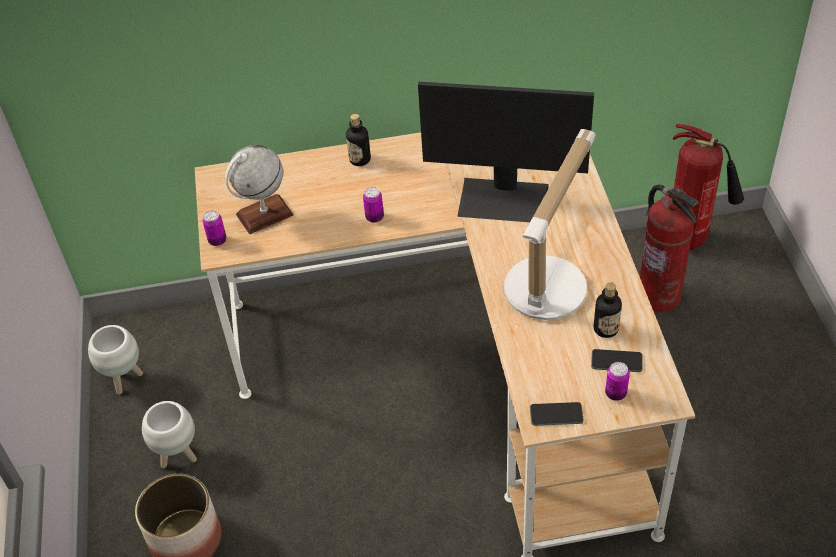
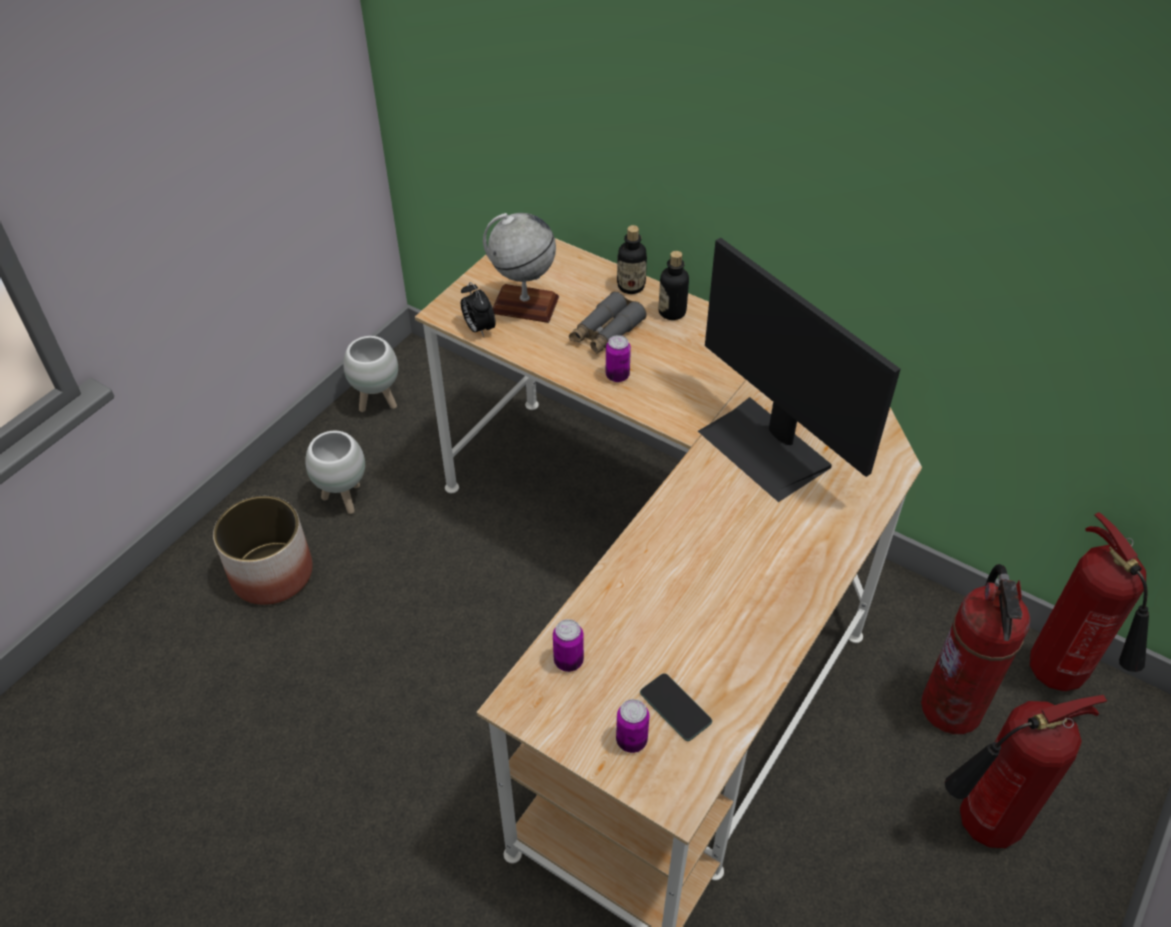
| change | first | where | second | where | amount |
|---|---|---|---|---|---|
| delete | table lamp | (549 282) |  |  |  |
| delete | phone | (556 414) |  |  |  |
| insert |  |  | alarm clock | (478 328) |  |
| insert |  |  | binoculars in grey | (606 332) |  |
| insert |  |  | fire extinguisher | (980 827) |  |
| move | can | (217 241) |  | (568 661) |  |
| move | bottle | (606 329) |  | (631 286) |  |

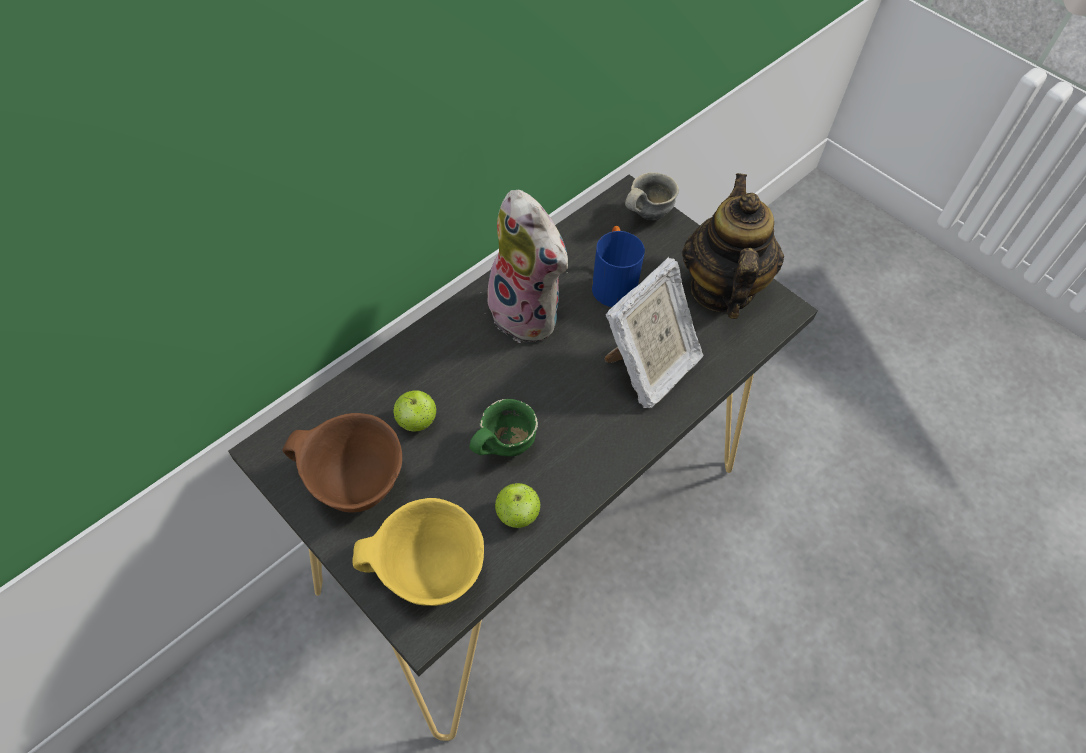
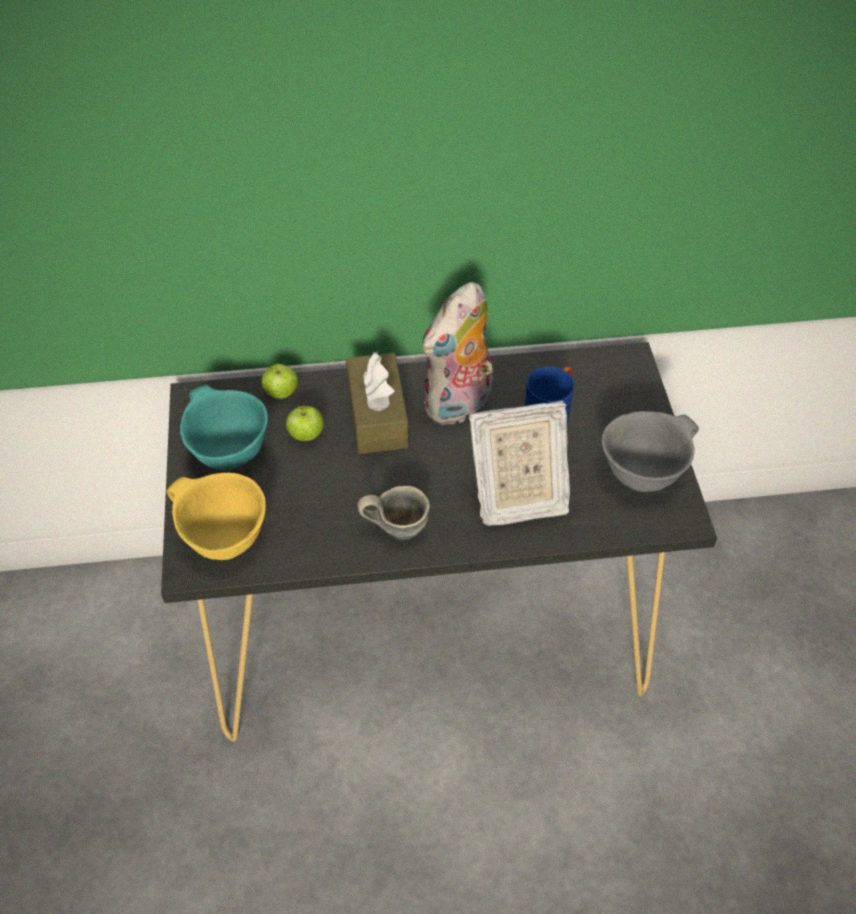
| change | first | where | second | where | amount |
|---|---|---|---|---|---|
| delete | mug in green | (502 445) |  |  |  |
| insert |  |  | tissue box in brown | (377 416) |  |
| move | apple | (517 515) |  | (281 393) |  |
| move | mug in grey | (645 214) |  | (397 527) |  |
| replace | teapot | (721 289) | bowl in grey | (641 473) |  |
| recolor | bowl in brown | (355 485) | bowl in turquoise | (228 452) |  |
| rotate | plush toy | (529 313) |  | (459 405) | 45 degrees clockwise |

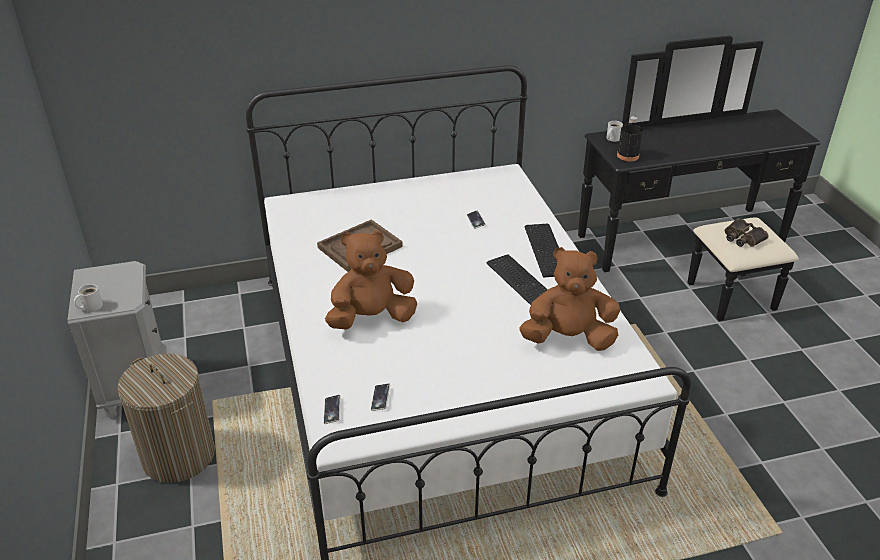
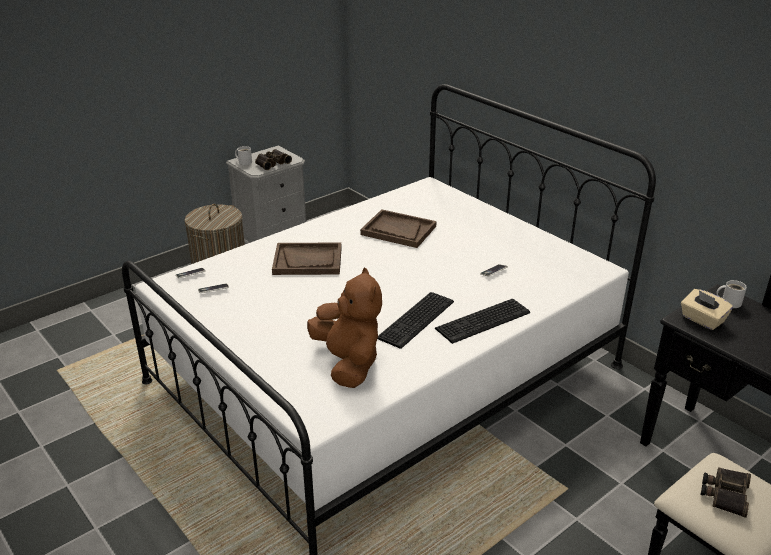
| change | first | where | second | where | amount |
|---|---|---|---|---|---|
| insert |  |  | binoculars | (272 163) |  |
| replace | plush toy in brown | (372 318) | tray in brown | (308 261) |  |
| replace | bottle in black | (627 156) | tissue box in beige | (702 320) |  |

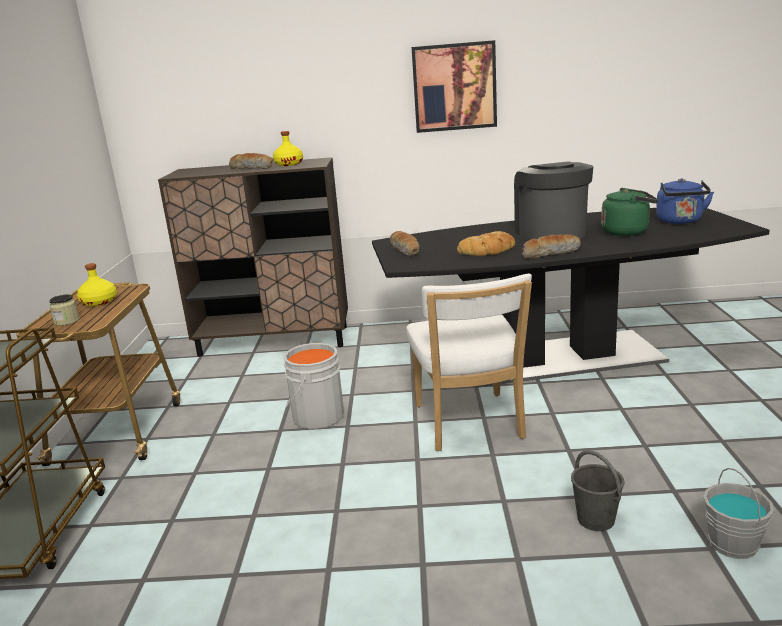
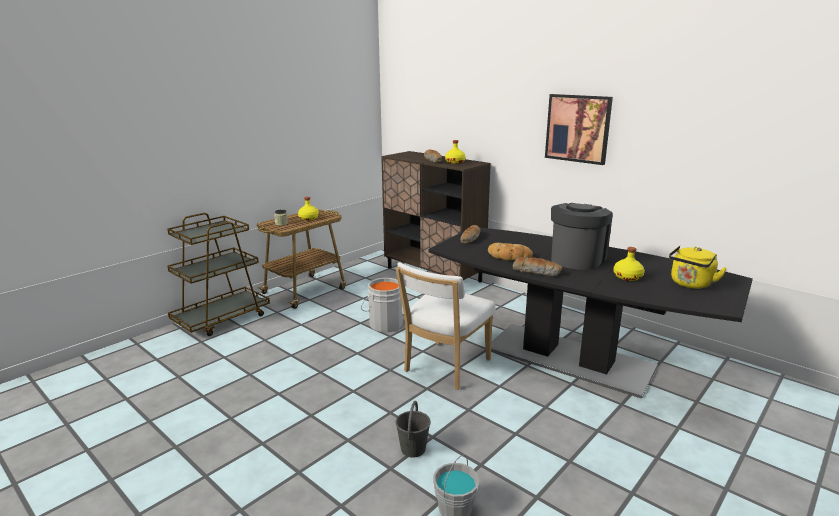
| change | first | where | second | where | amount |
|---|---|---|---|---|---|
| replace | kettle in green | (627 232) | bottle in yellow | (627 277) |  |
| recolor | kettle in blue | (680 221) | kettle in yellow | (690 284) |  |

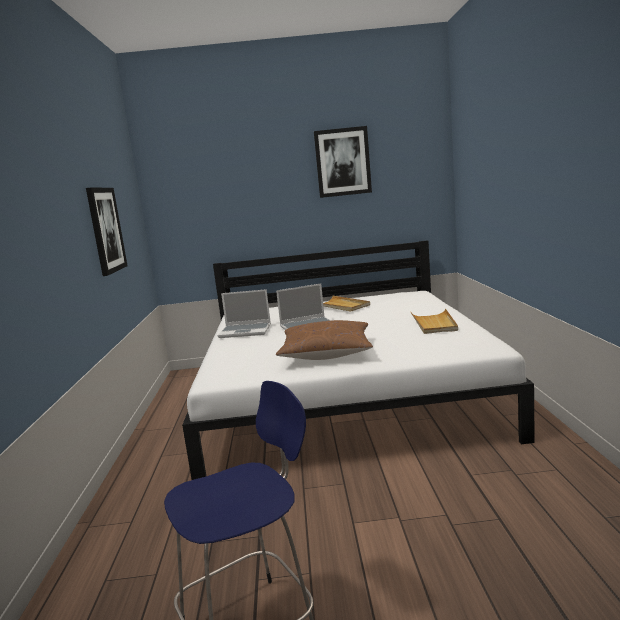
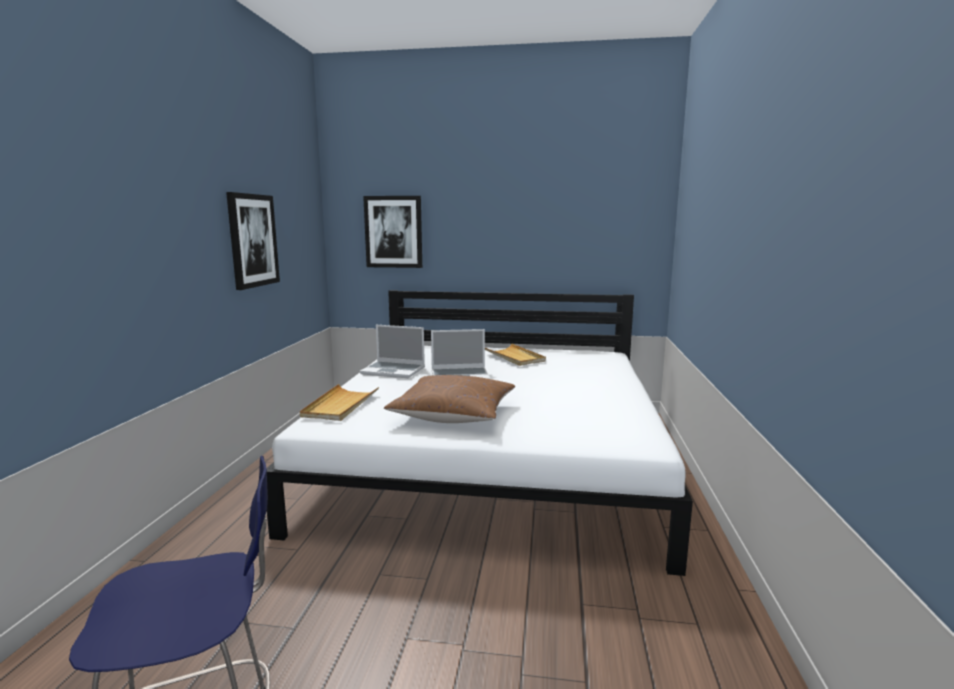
| change | first | where | second | where | amount |
|---|---|---|---|---|---|
| move | picture | (342 162) |  | (393 232) |  |
| move | tray in beige | (434 324) |  | (340 405) |  |

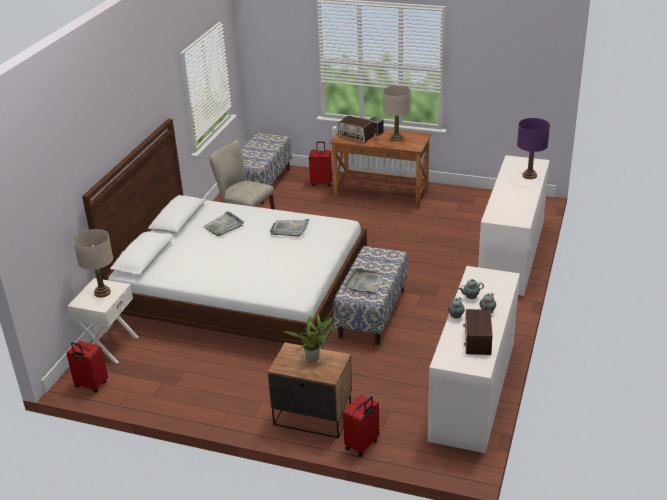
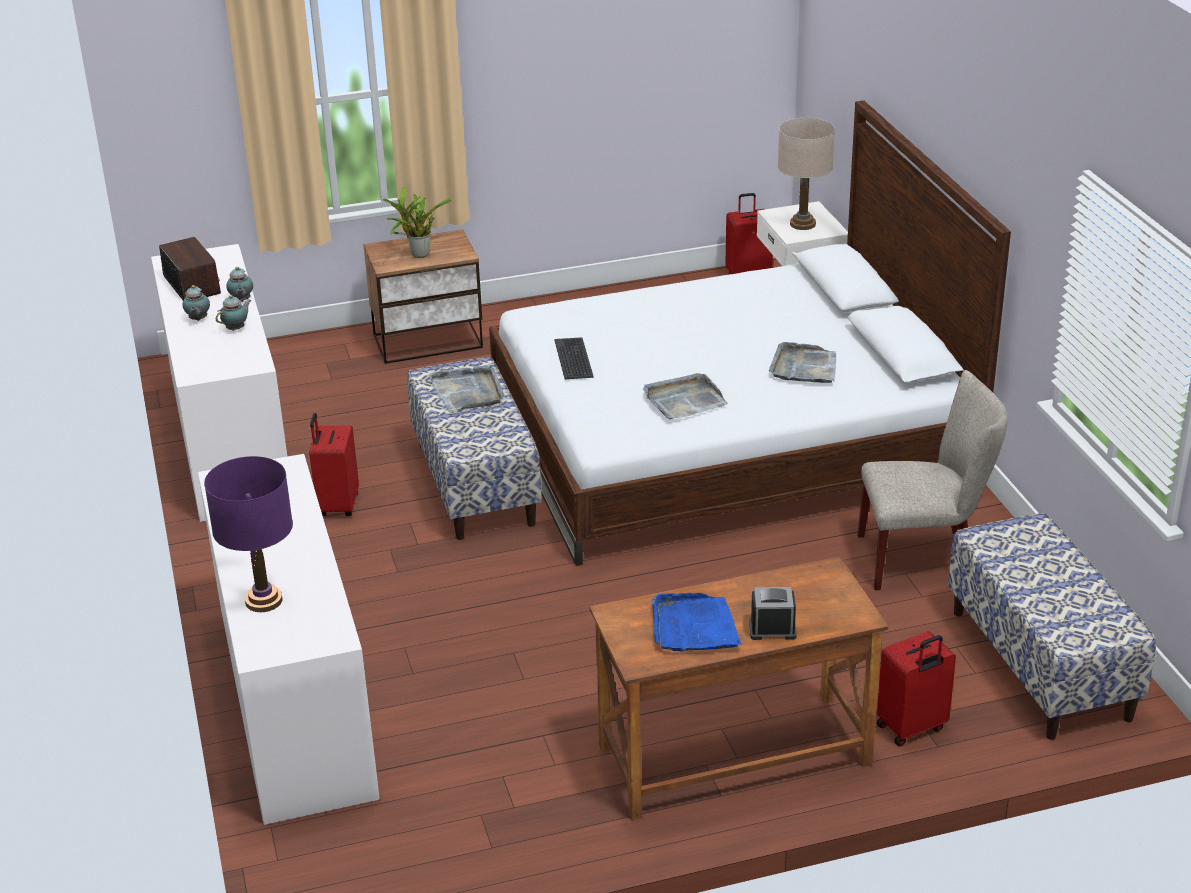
| change | first | where | second | where | amount |
|---|---|---|---|---|---|
| delete | radio | (356 136) |  |  |  |
| insert |  |  | keyboard | (574 359) |  |
| move | suitcase in red | (362 445) |  | (337 505) |  |
| replace | table lamp in beige | (396 138) | tray in blue | (694 627) |  |

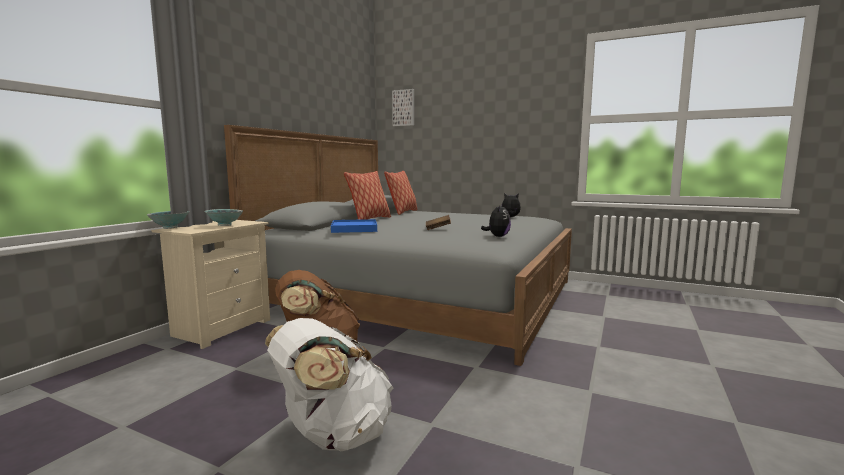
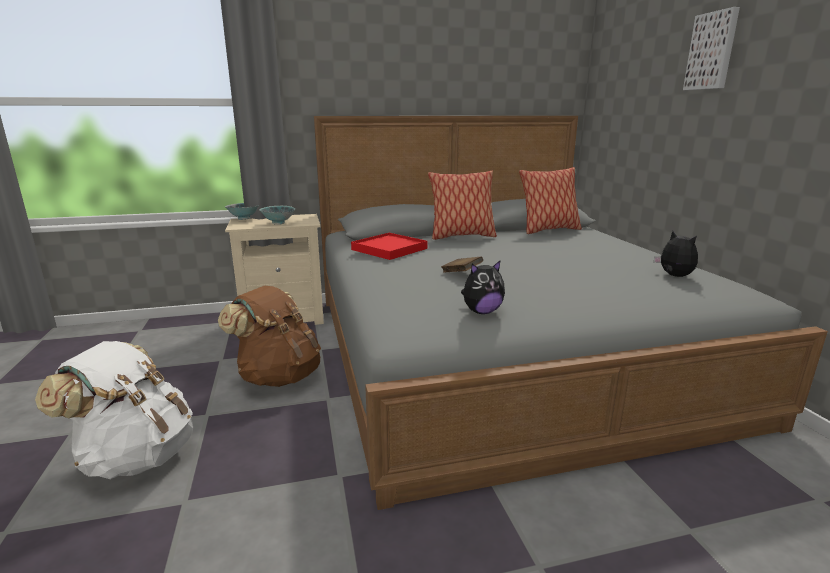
| change | first | where | second | where | amount |
|---|---|---|---|---|---|
| move | picture | (404 108) |  | (712 51) |  |
| recolor | tray in blue | (354 229) | tray in red | (389 249) |  |

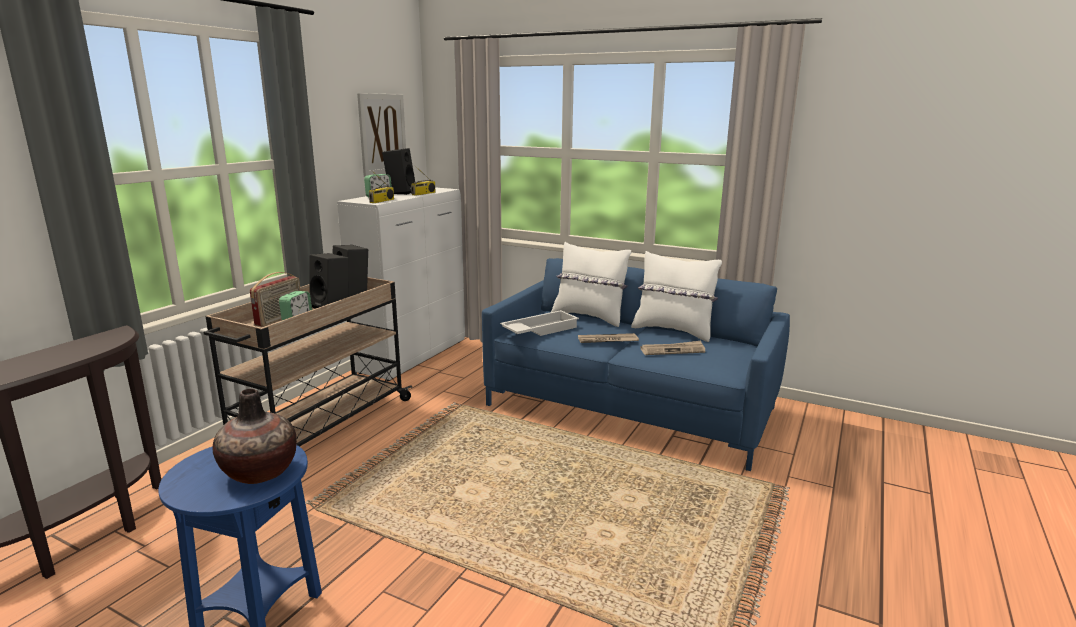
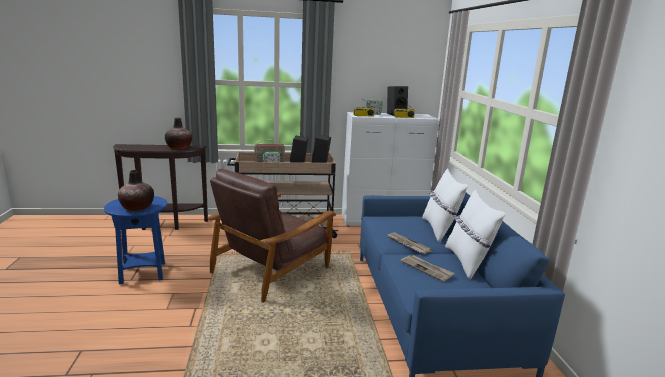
| change | first | where | second | where | amount |
|---|---|---|---|---|---|
| delete | picture | (382 134) |  |  |  |
| delete | tray in white | (540 329) |  |  |  |
| insert |  |  | vase | (179 148) |  |
| insert |  |  | armchair in brown | (272 269) |  |

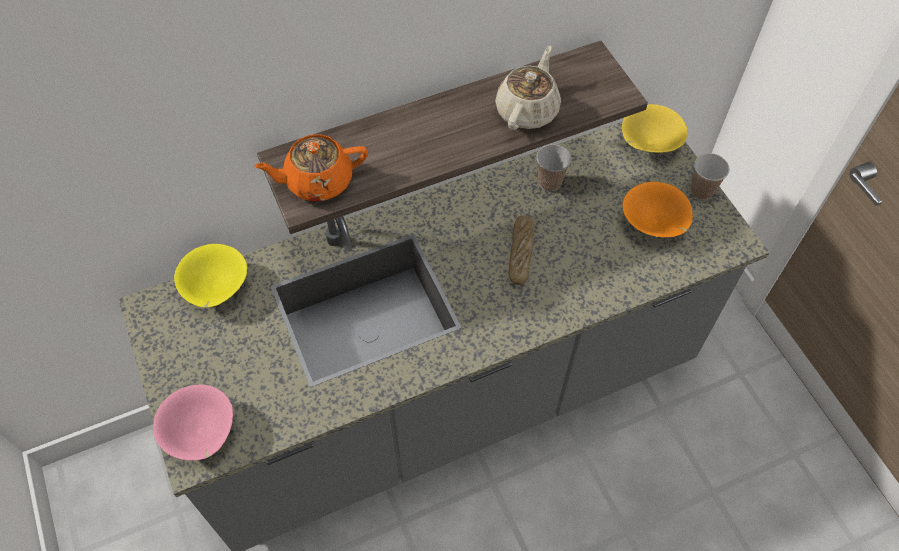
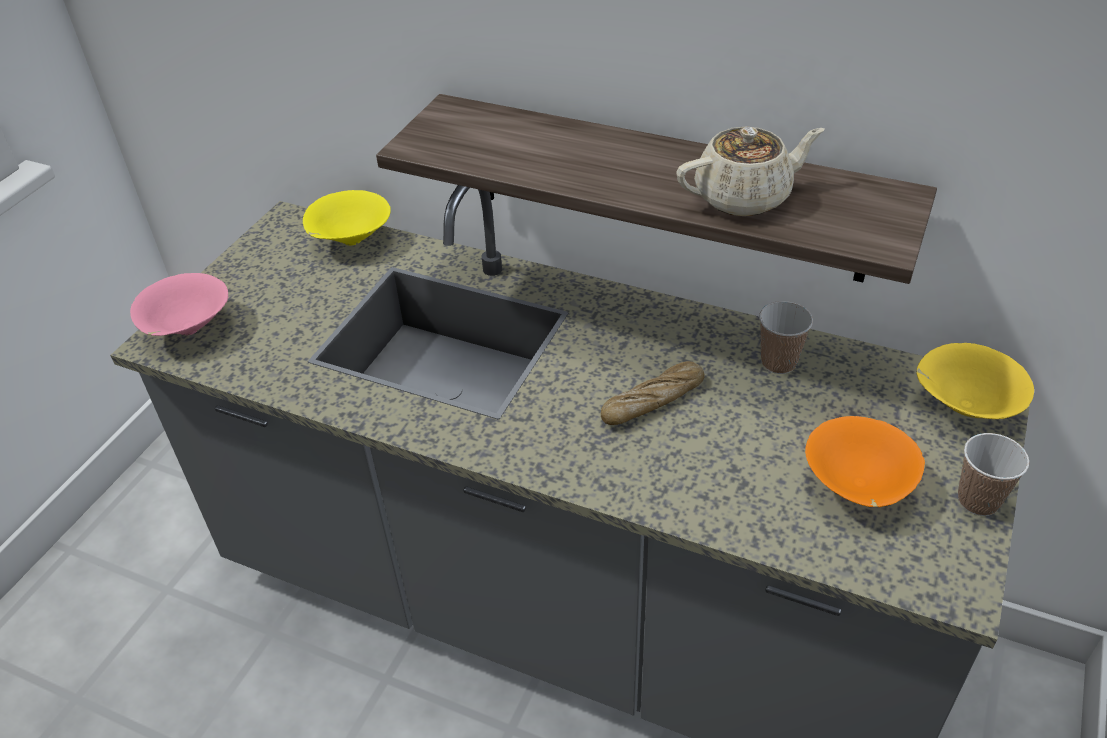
| change | first | where | second | where | amount |
|---|---|---|---|---|---|
| delete | teapot in orange | (317 181) |  |  |  |

